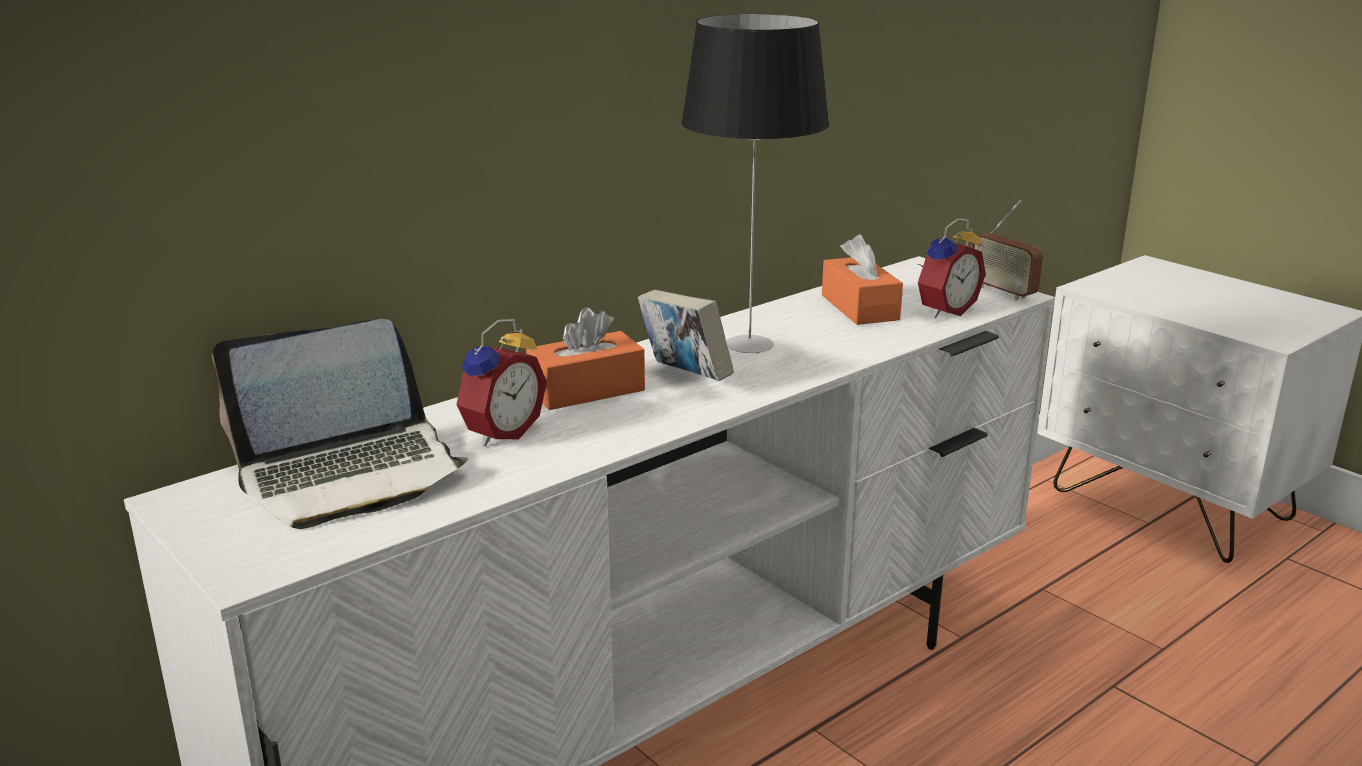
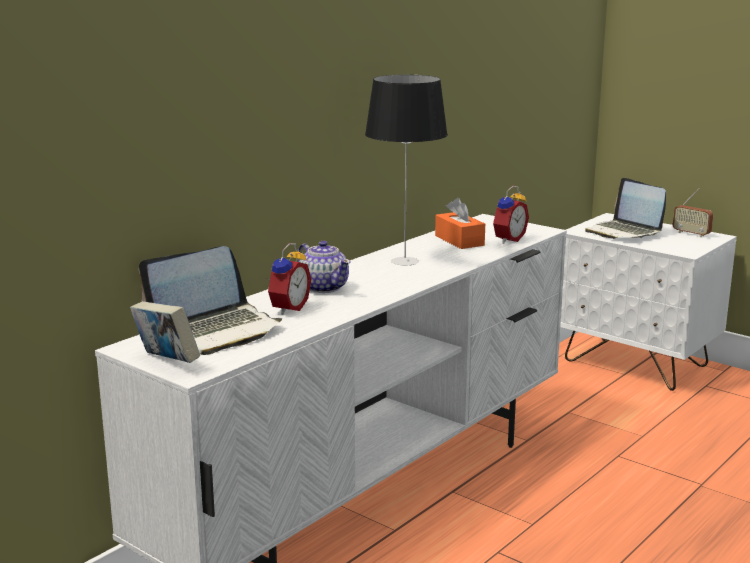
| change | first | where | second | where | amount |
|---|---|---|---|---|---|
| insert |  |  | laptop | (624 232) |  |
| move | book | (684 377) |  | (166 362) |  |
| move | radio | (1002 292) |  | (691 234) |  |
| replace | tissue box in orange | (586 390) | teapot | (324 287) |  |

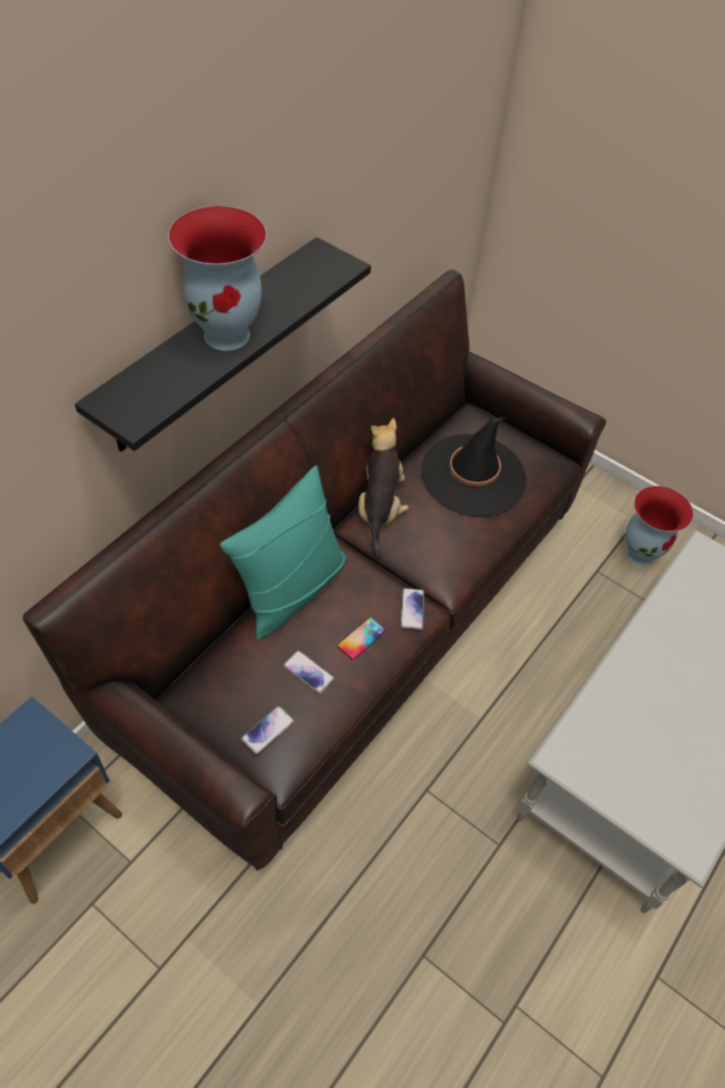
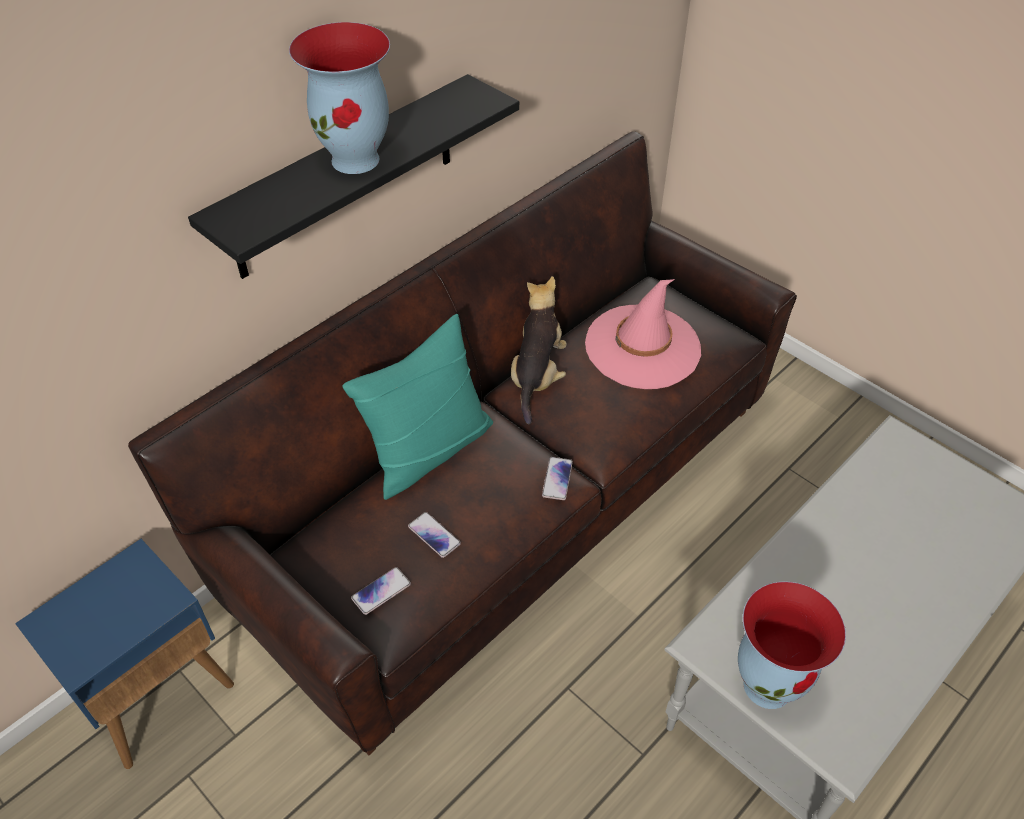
| change | first | where | second | where | amount |
|---|---|---|---|---|---|
| delete | phone | (361 638) |  |  |  |
| move | vase | (641 553) |  | (769 685) |  |
| recolor | hat in black | (473 476) | hat in pink | (642 347) |  |

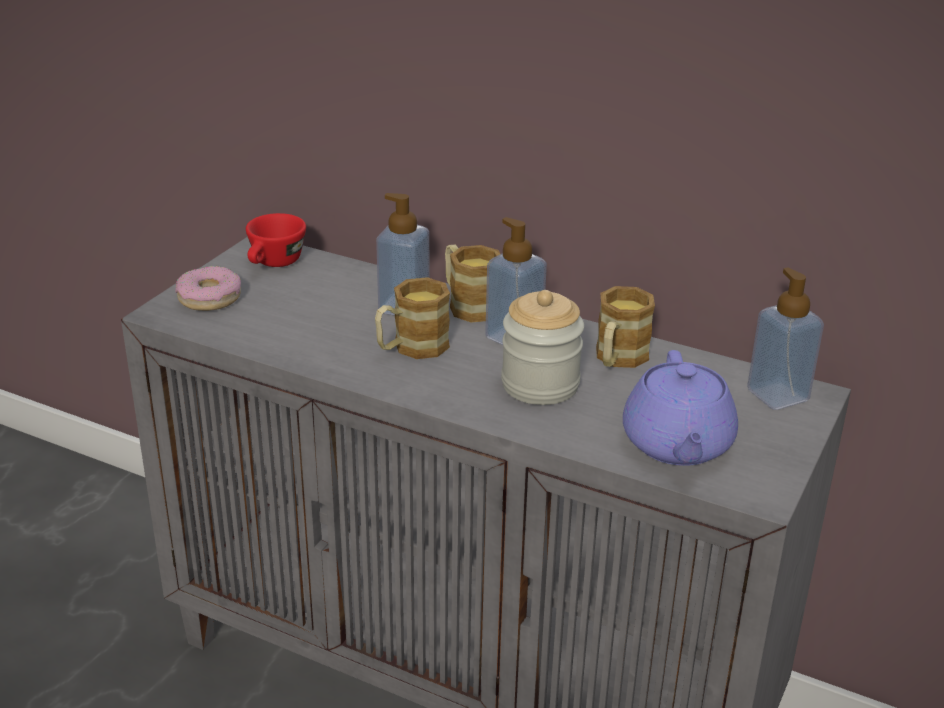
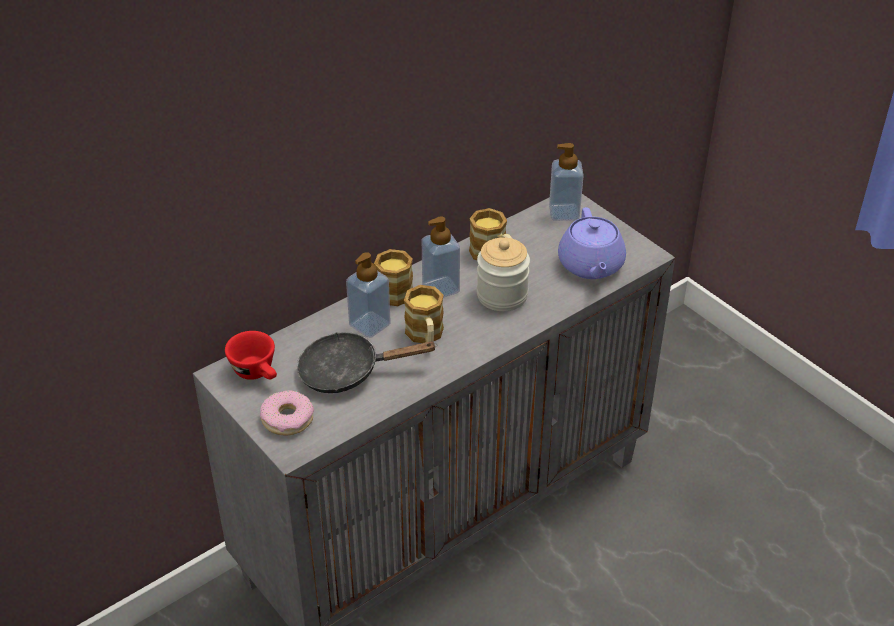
| change | first | where | second | where | amount |
|---|---|---|---|---|---|
| insert |  |  | frying pan in black | (348 372) |  |
| rotate | teapot in purple | (677 445) |  | (590 266) | 60 degrees clockwise |

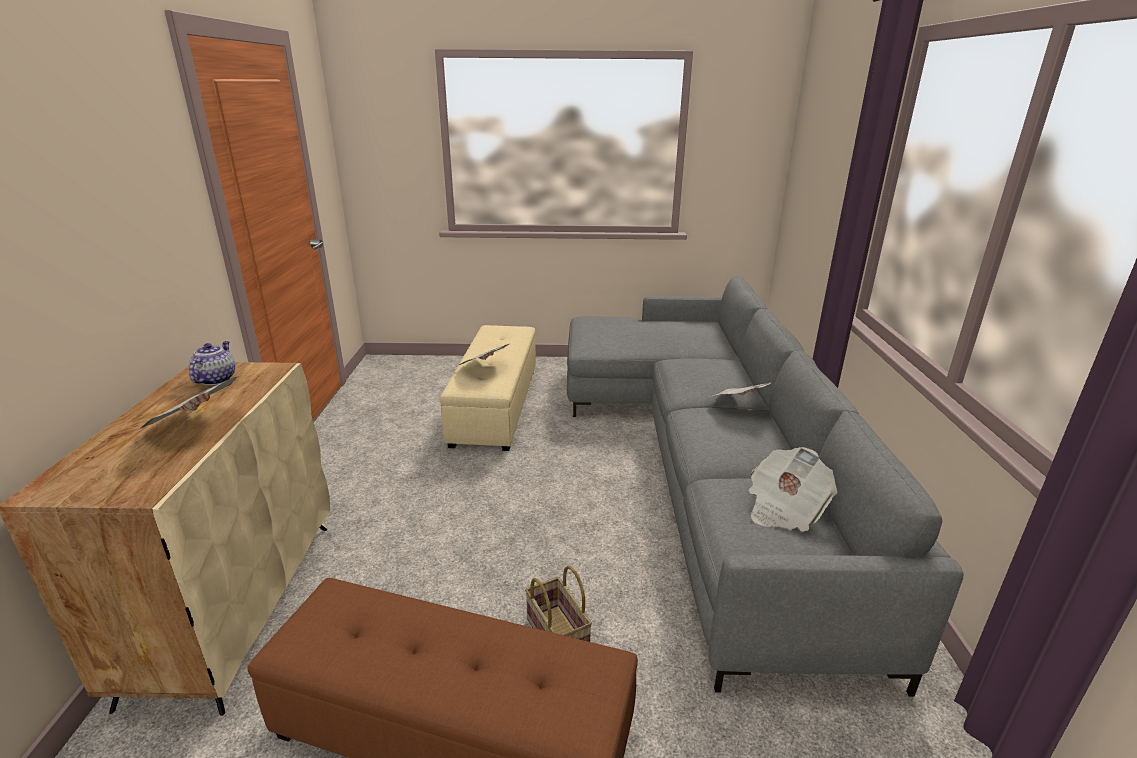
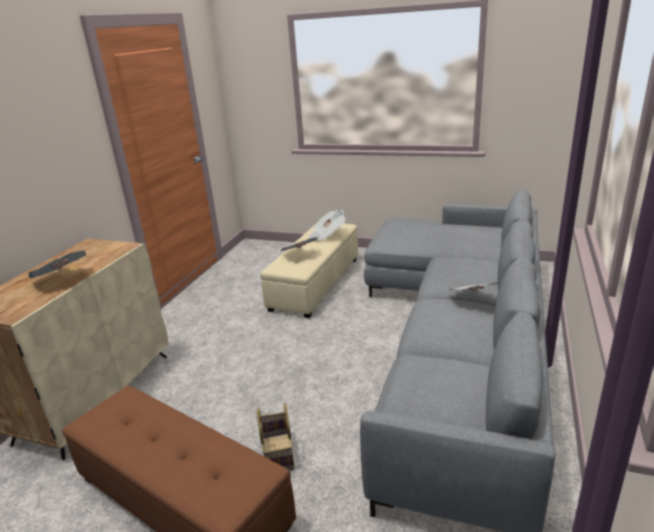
| change | first | where | second | where | amount |
|---|---|---|---|---|---|
| delete | teapot | (216 379) |  |  |  |
| move | newspaper | (784 508) |  | (327 235) |  |

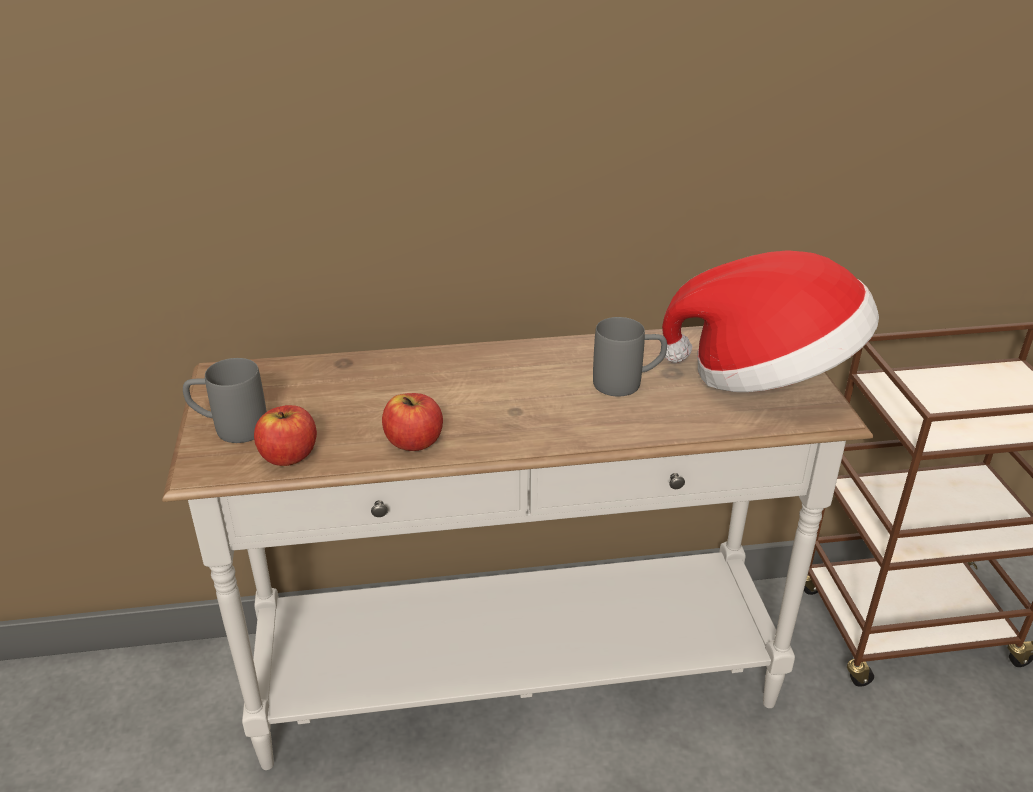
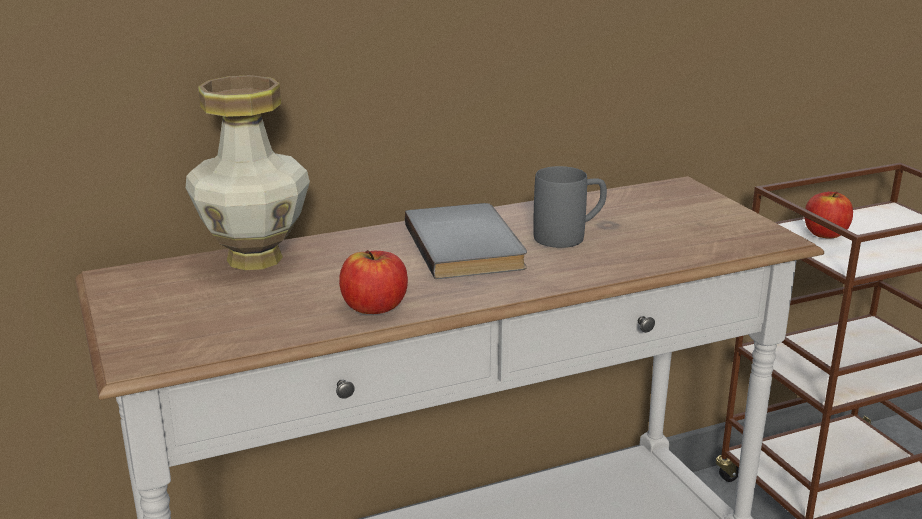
| change | first | where | second | where | amount |
|---|---|---|---|---|---|
| delete | mug in grey | (229 428) |  |  |  |
| delete | hat | (766 375) |  |  |  |
| insert |  |  | vase | (255 258) |  |
| insert |  |  | book in grey | (468 246) |  |
| move | apple | (288 456) |  | (825 234) |  |

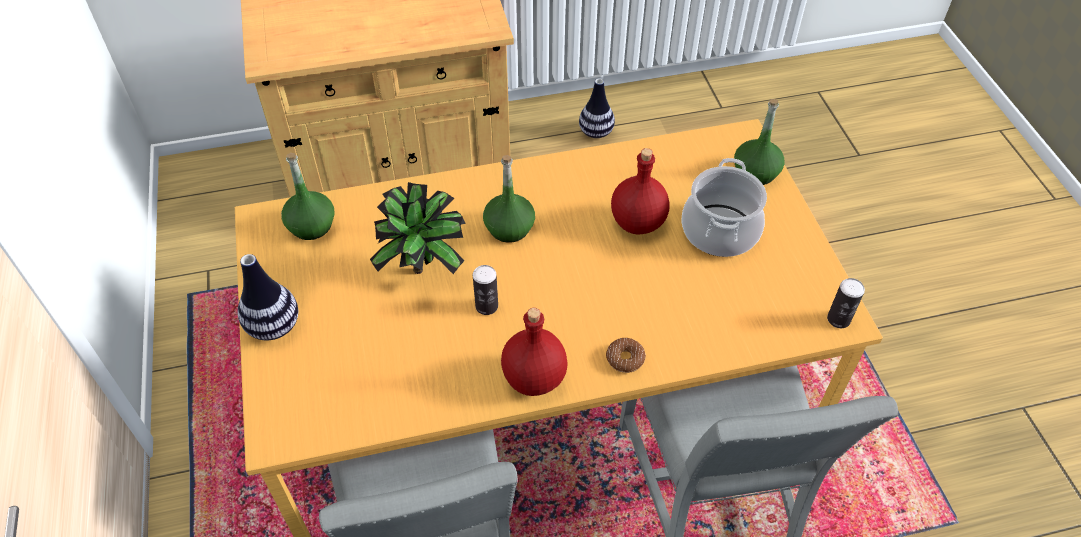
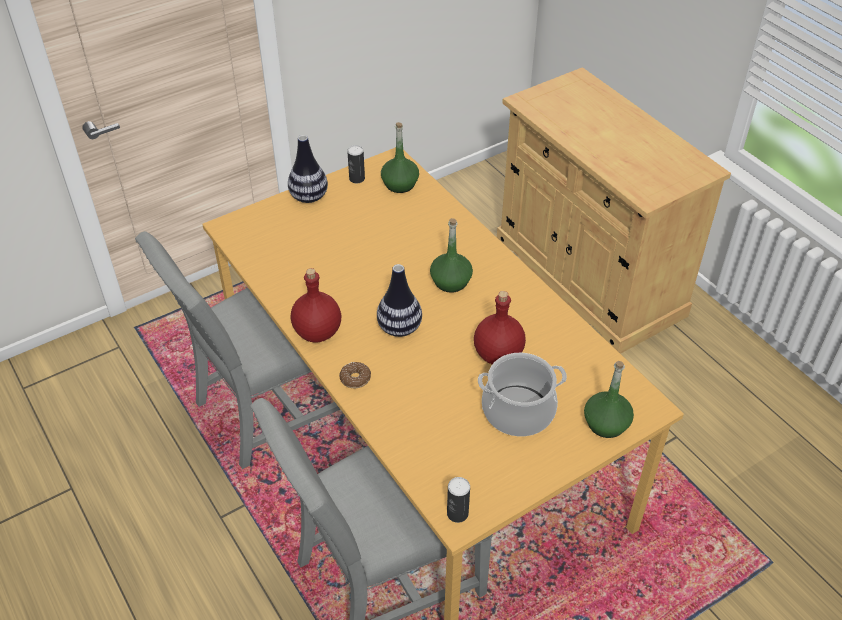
| change | first | where | second | where | amount |
|---|---|---|---|---|---|
| delete | potted plant | (425 267) |  |  |  |
| move | can | (486 306) |  | (357 178) |  |
| move | vase | (596 132) |  | (399 328) |  |

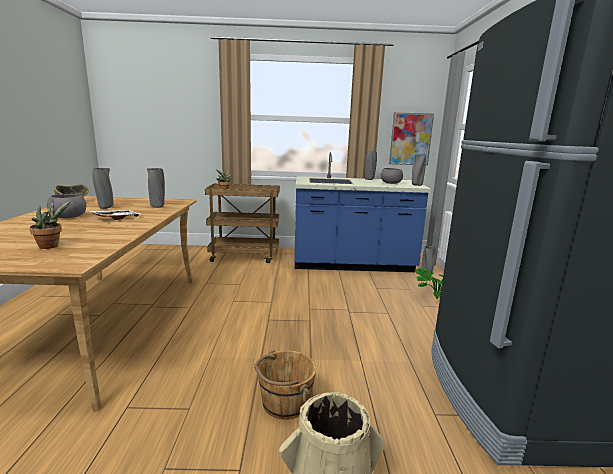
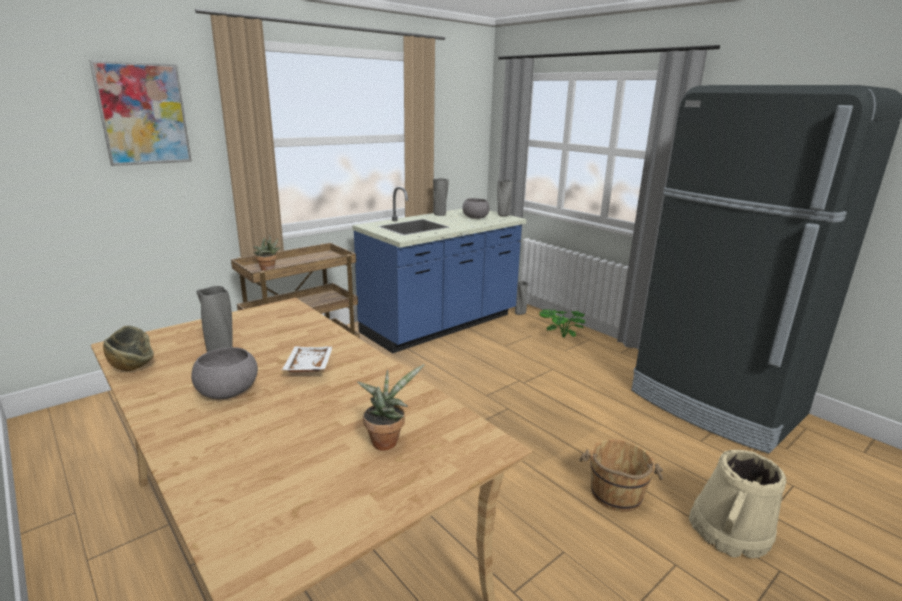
| change | first | where | second | where | amount |
|---|---|---|---|---|---|
| delete | vase in grey | (158 206) |  |  |  |
| move | picture | (410 139) |  | (143 114) |  |

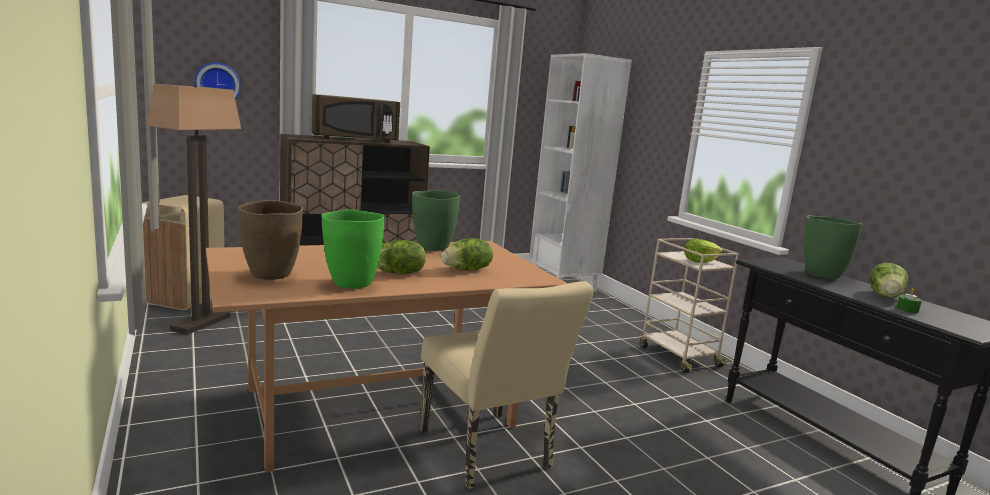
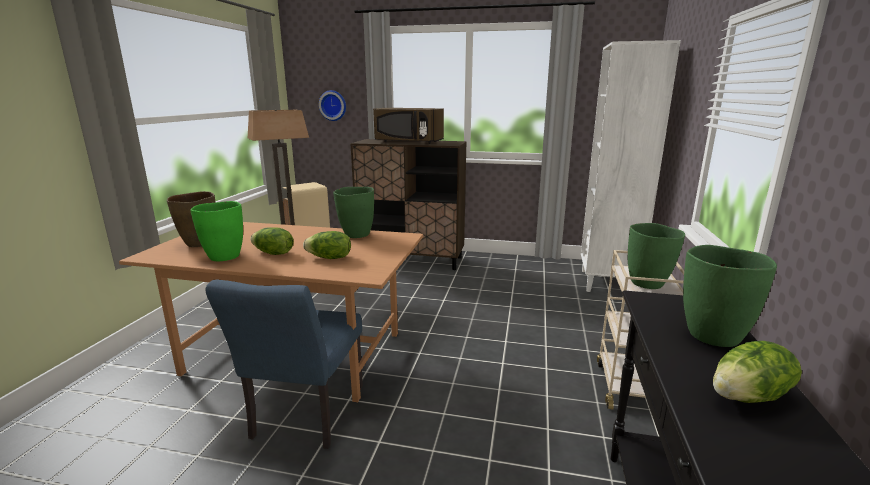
| change | first | where | second | where | amount |
|---|---|---|---|---|---|
| delete | candle in green | (907 310) |  |  |  |
| replace | lettuce | (699 261) | vase in green | (648 283) |  |
| recolor | chair in beige | (489 454) | chair in blue | (304 417) |  |

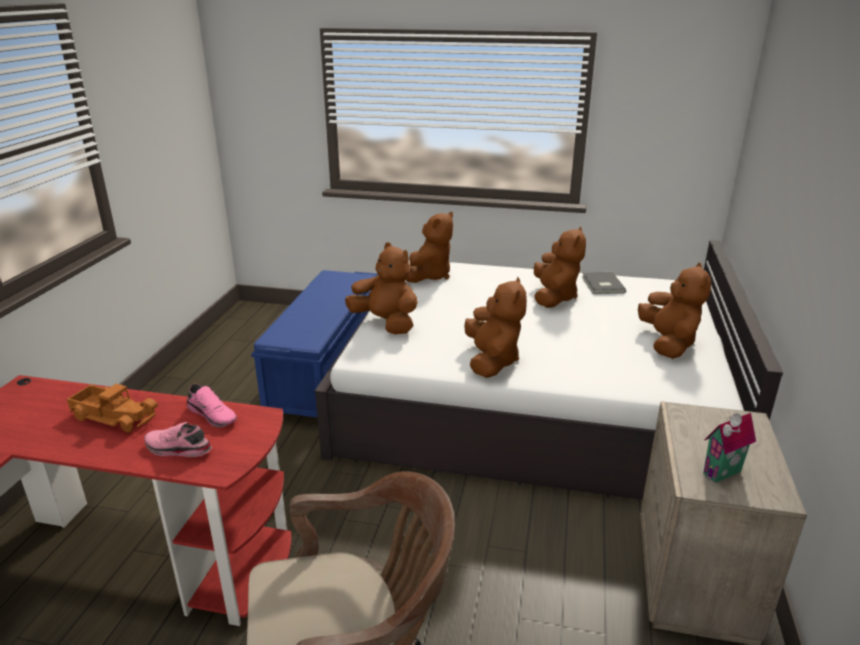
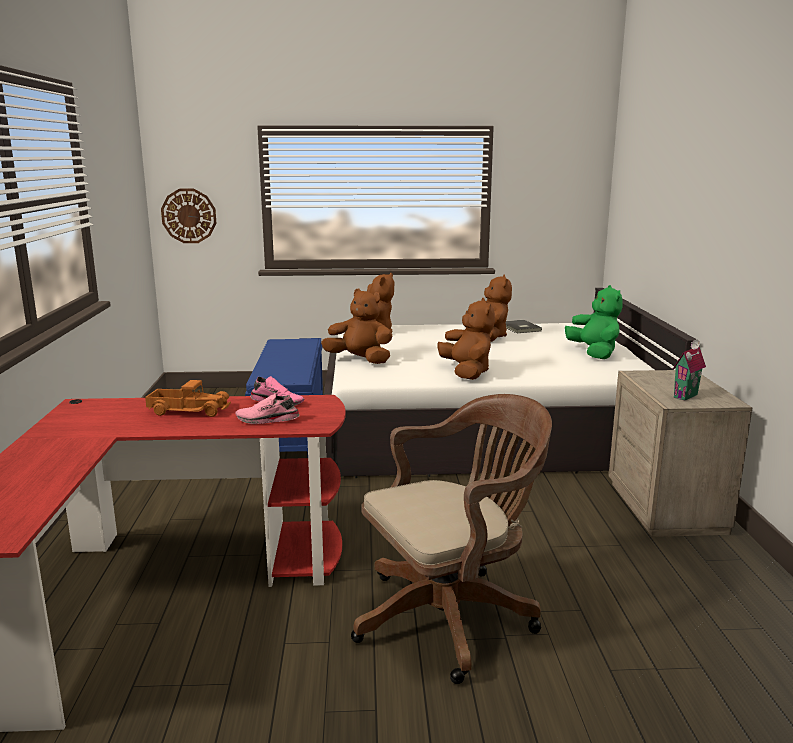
| change | first | where | second | where | amount |
|---|---|---|---|---|---|
| insert |  |  | wall clock | (189 216) |  |
| recolor | plush toy in brown | (668 343) | plush toy in green | (594 353) |  |

